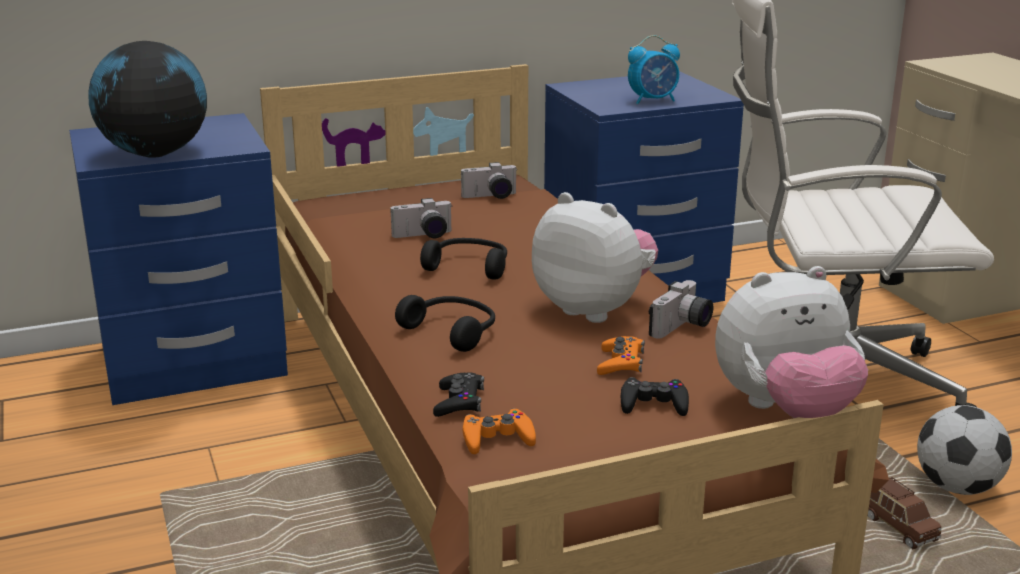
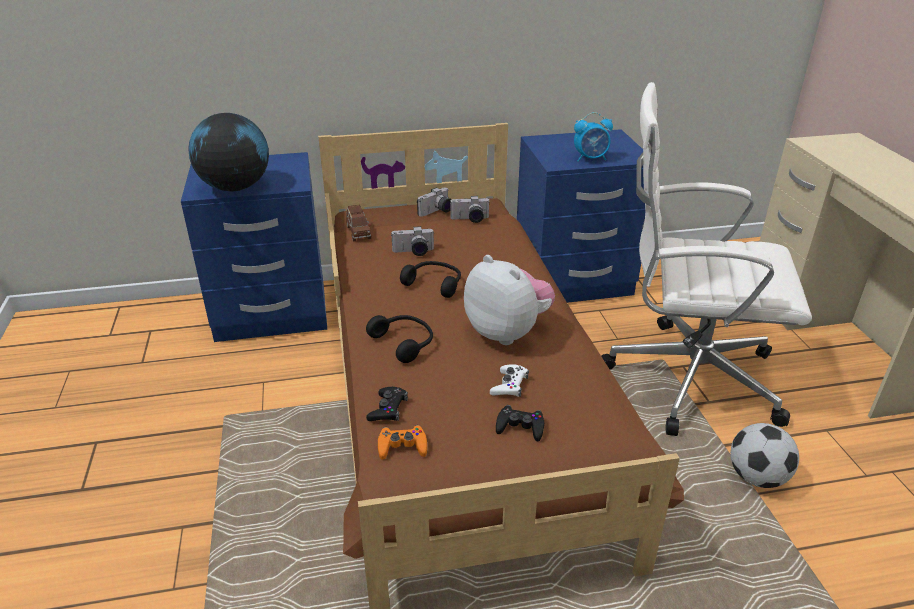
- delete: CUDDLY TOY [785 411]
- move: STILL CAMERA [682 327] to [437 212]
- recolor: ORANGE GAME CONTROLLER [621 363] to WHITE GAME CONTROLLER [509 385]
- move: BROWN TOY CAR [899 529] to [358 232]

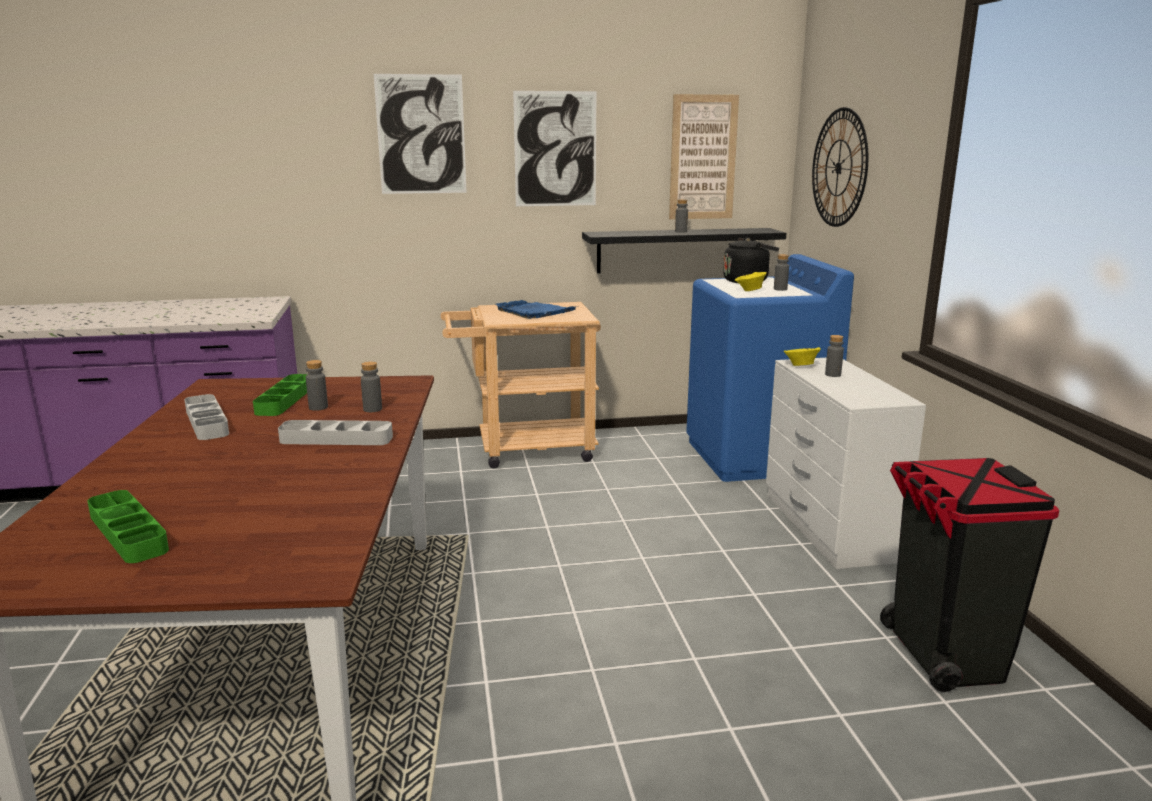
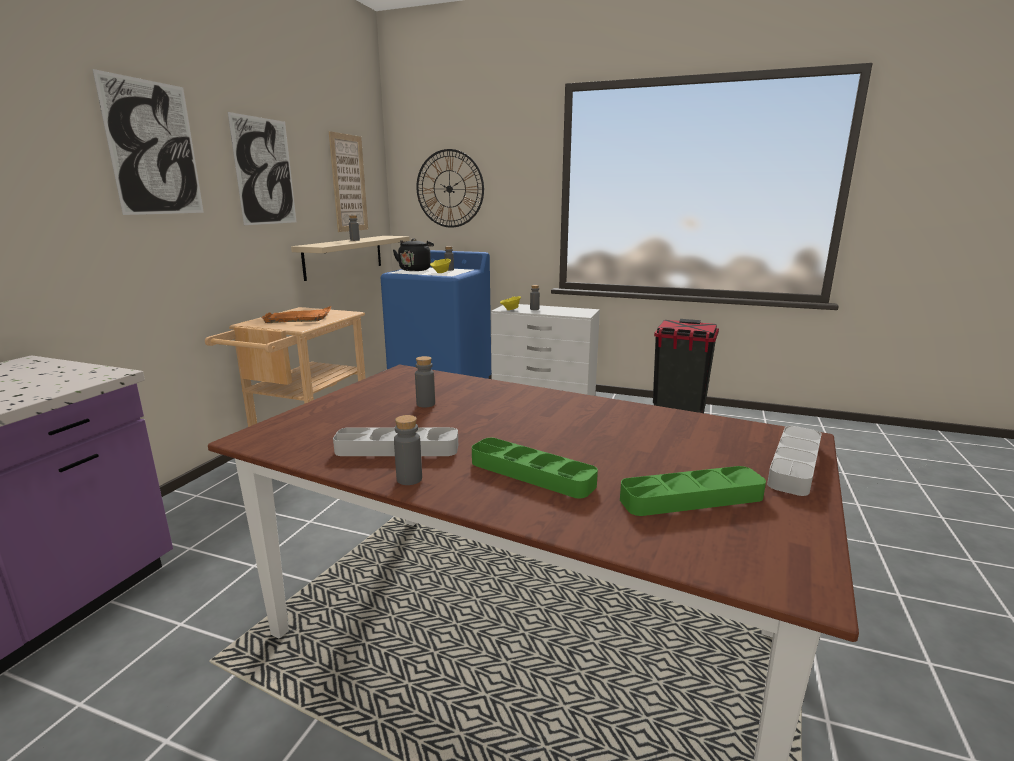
- recolor: BLACK-COLOURED BRACKET SHELF [676 250] to SAND-COLOURED BRACKET SHELF [344 256]
- recolor: BLUE-COLOURED SERVING TRAY [534 312] to ORANGE SERVING TRAY [299 318]
- move: GRAY BEVERAGE BOTTLE [372 409] to [409 479]
- move: GREEN-COLOURED SERVING TRAY [285 400] to [531 473]
- move: GRAY SERVING TRAY [336 439] to [794 465]

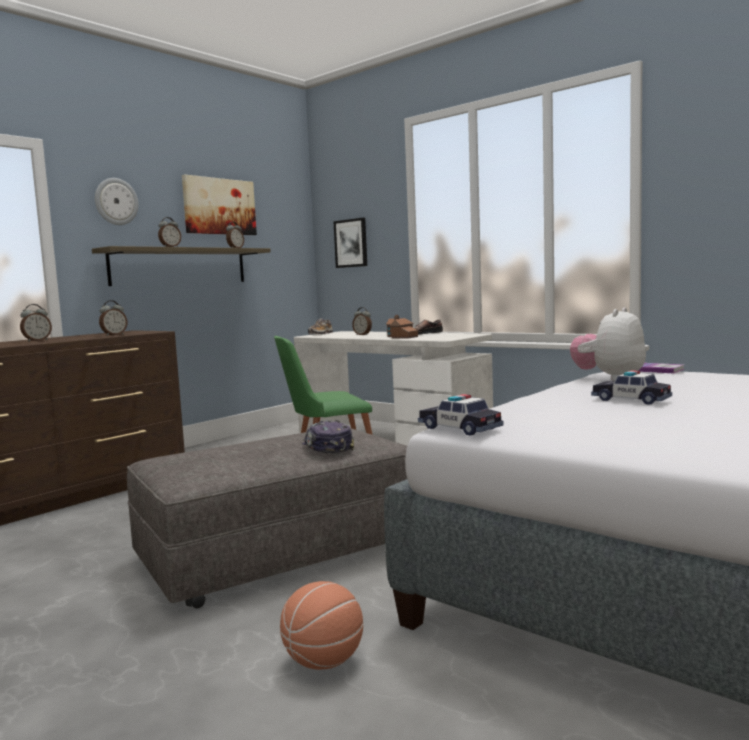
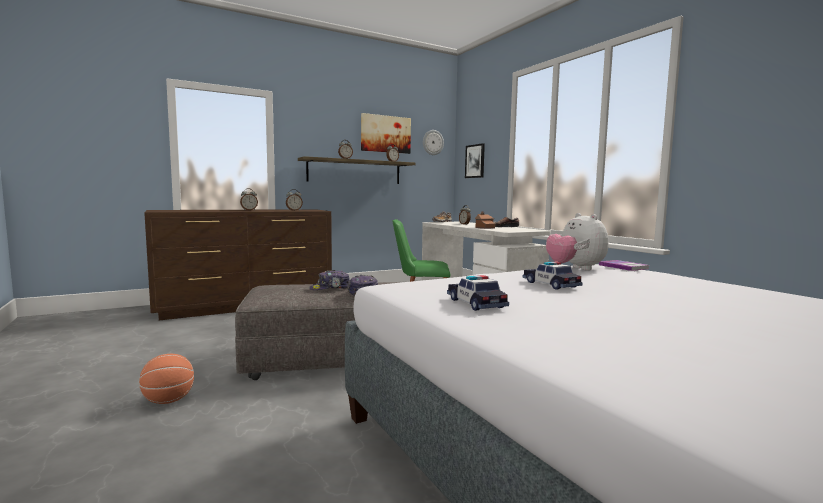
- move: HANGING CLOCK [116 201] to [432 142]
- rotate: CUDDLY TOY [609 378] = [575 269] 75 degrees counterclockwise
- move: TOY CAR [459 428] to [476 303]
- move: BASKETBALL BALL [323 662] to [168 401]
- insert: PEAKED CAP [330 288]

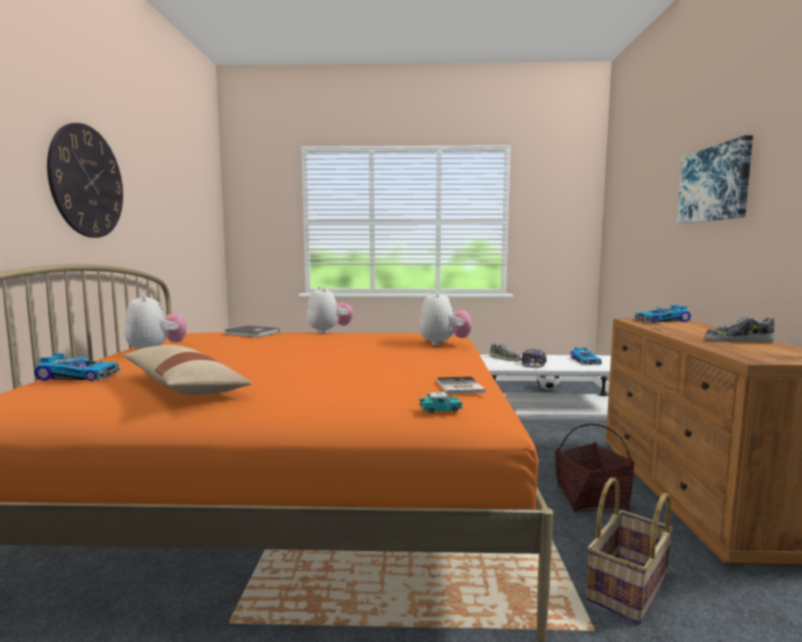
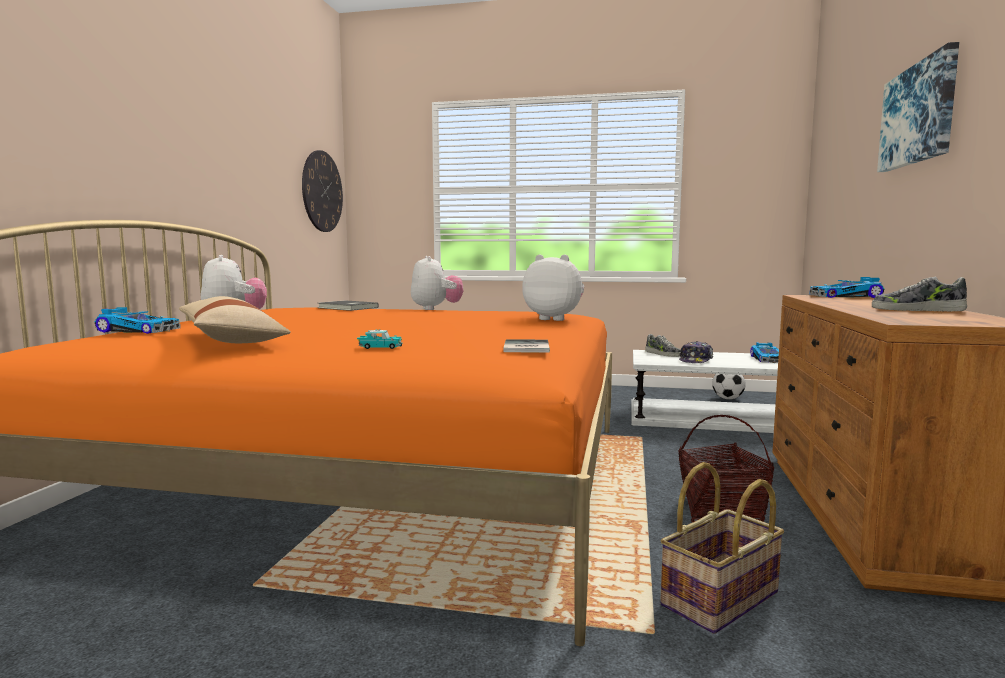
- move: HANGING CLOCK [87 182] to [322 191]
- rotate: CUDDLY TOY [444 344] = [554 319] 75 degrees counterclockwise
- move: TOY CAR [440 410] to [380 347]

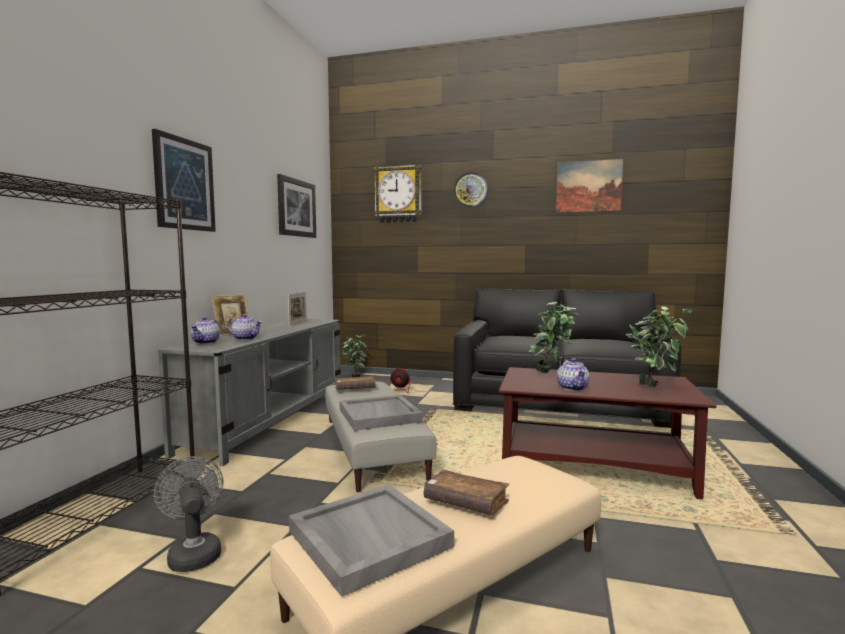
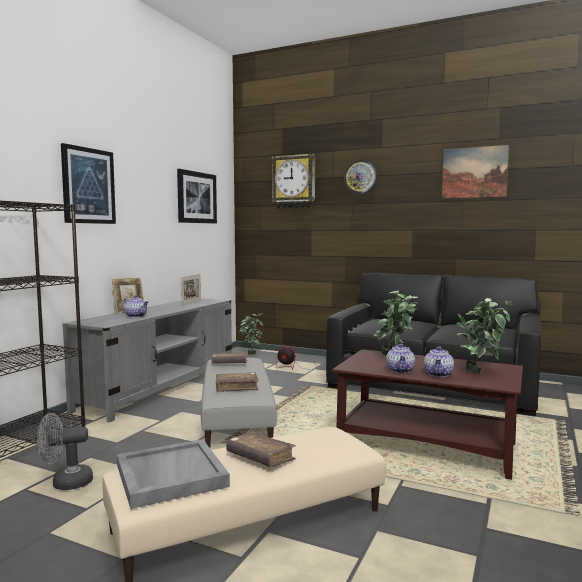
- move: TEA POT [206 342] to [438 374]
- replace: GRAY SERVING TRAY [380 415] to BROWN BOOK [236 387]
- rotate: GRAY ELECTRIC FAN [193 553] = [65 483] 90 degrees counterclockwise

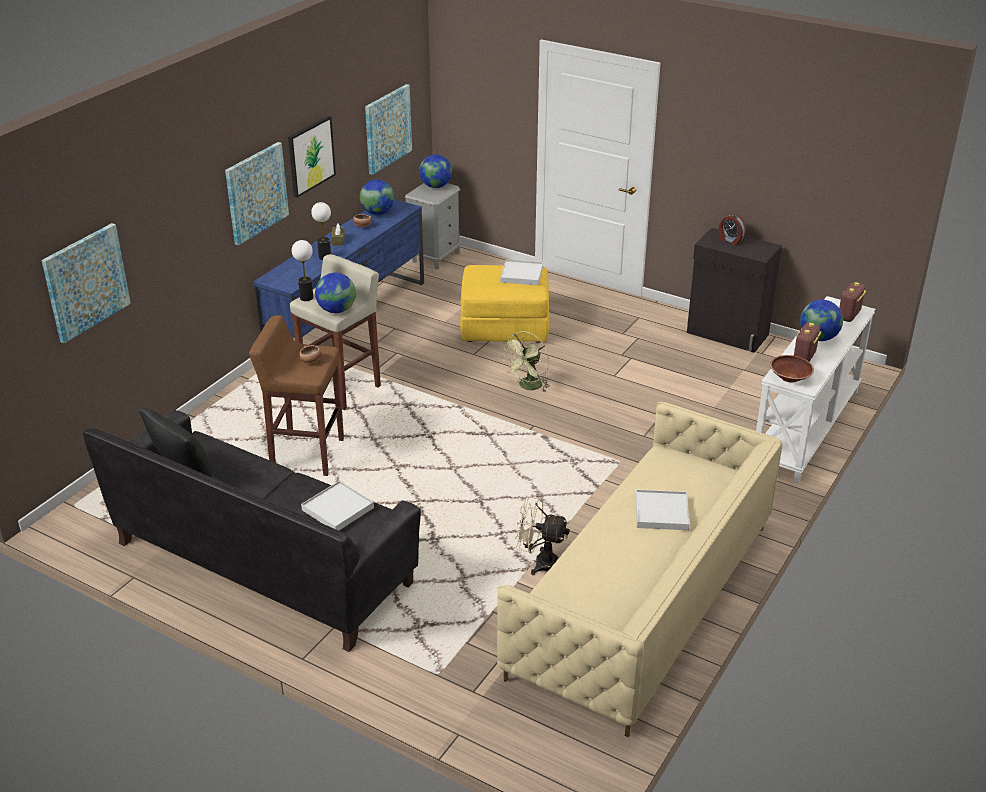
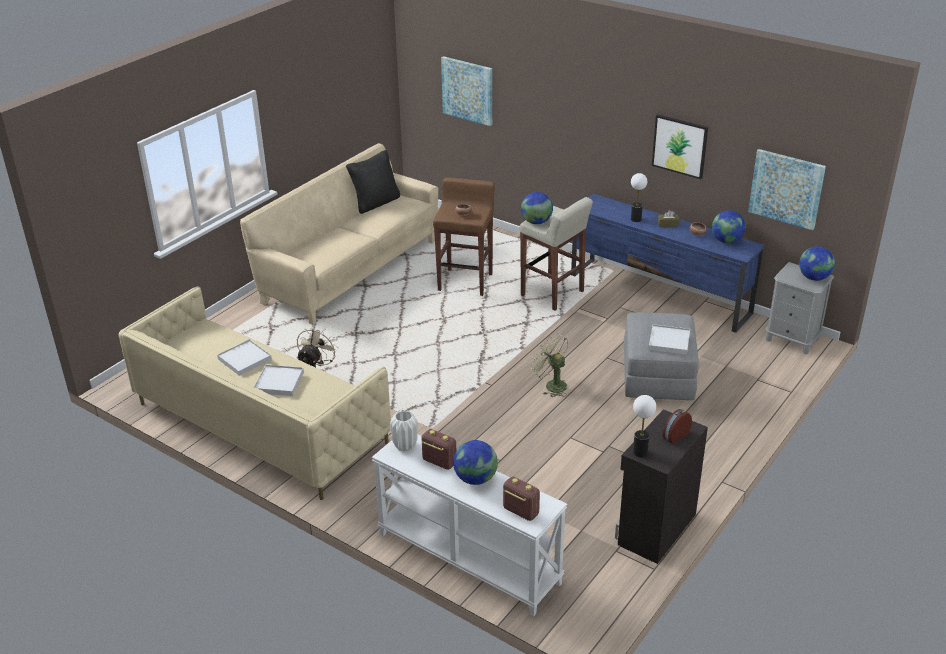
- delete: WALL ART [256 192]
- move: LAMP FOR A TABLE [306 298] to [640 452]
- recolor: YELLOWISH OTTOMAN [505 326] to GRAY OTTOMAN [658 377]
- replace: BROWN BOWL [789 377] to WHITE DECORATIVE VASE [405 446]
- recolor: BLACK-COLOURED SETTEE [263 563] to SAND-COLOURED SETTEE [350 271]
- move: WHITE SERVING TRAY [338 509] to [244 359]

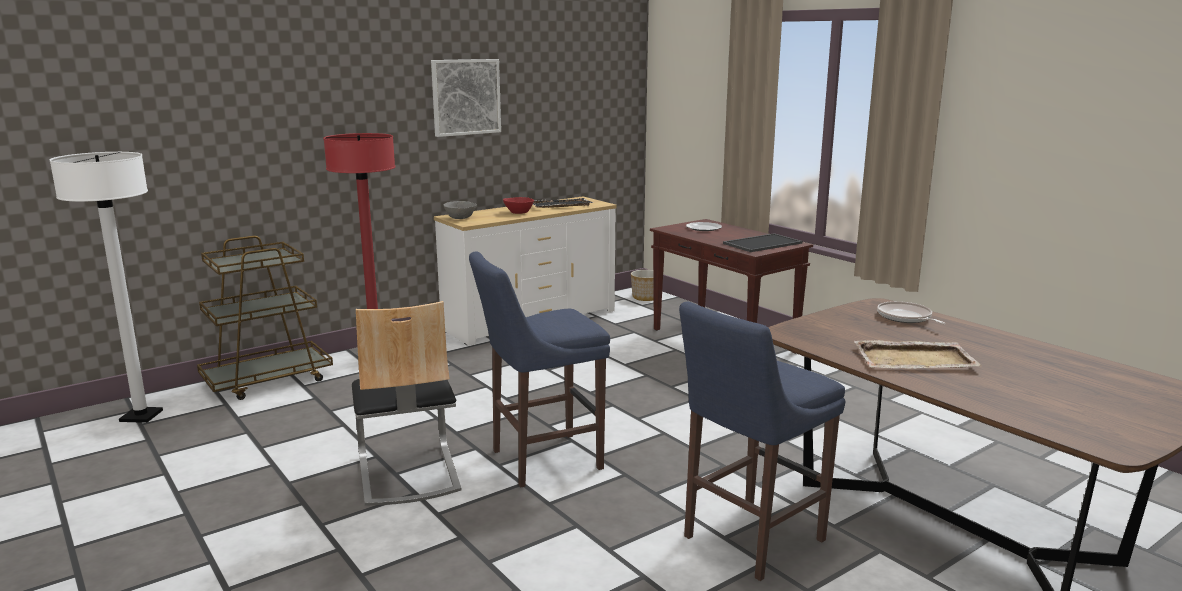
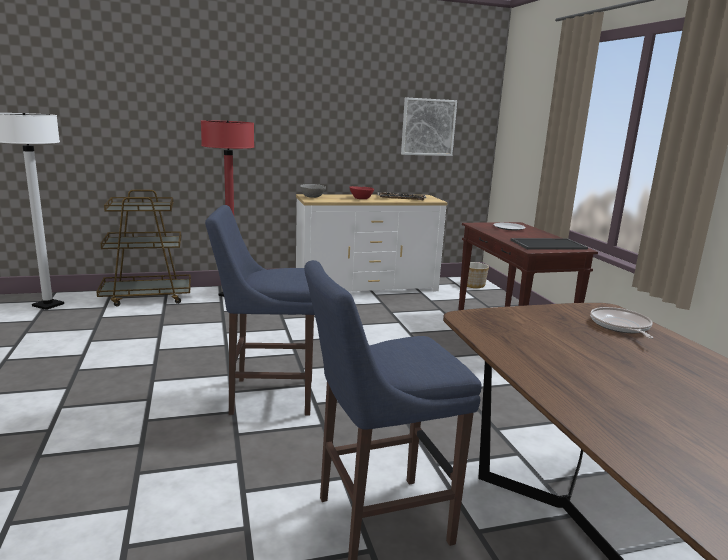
- move: WALL ART [466 97] to [428 127]
- delete: CHAIR [407 473]
- delete: SAND-COLOURED SERVING TRAY [915 359]

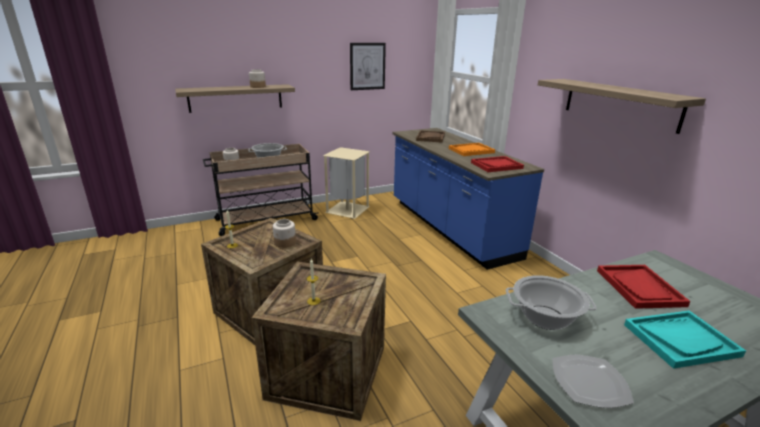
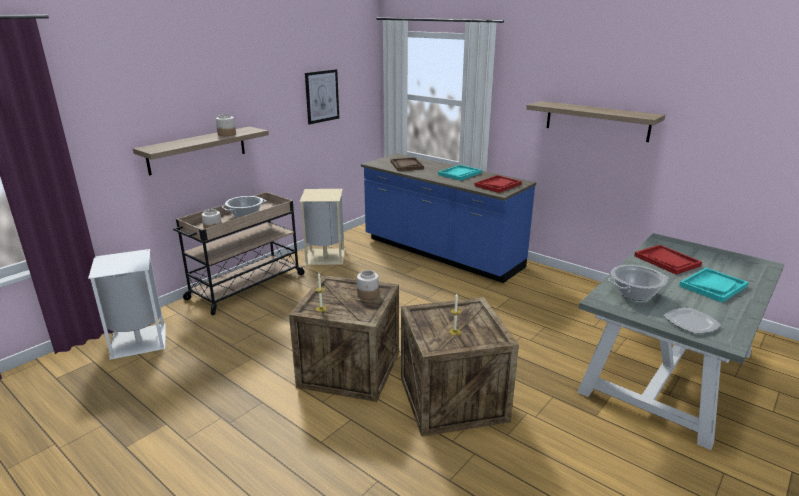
- recolor: ORANGE SERVING TRAY [471 150] to BLUE-GREEN SERVING TRAY [459 174]
- insert: WHITE TRASH CAN [137 342]

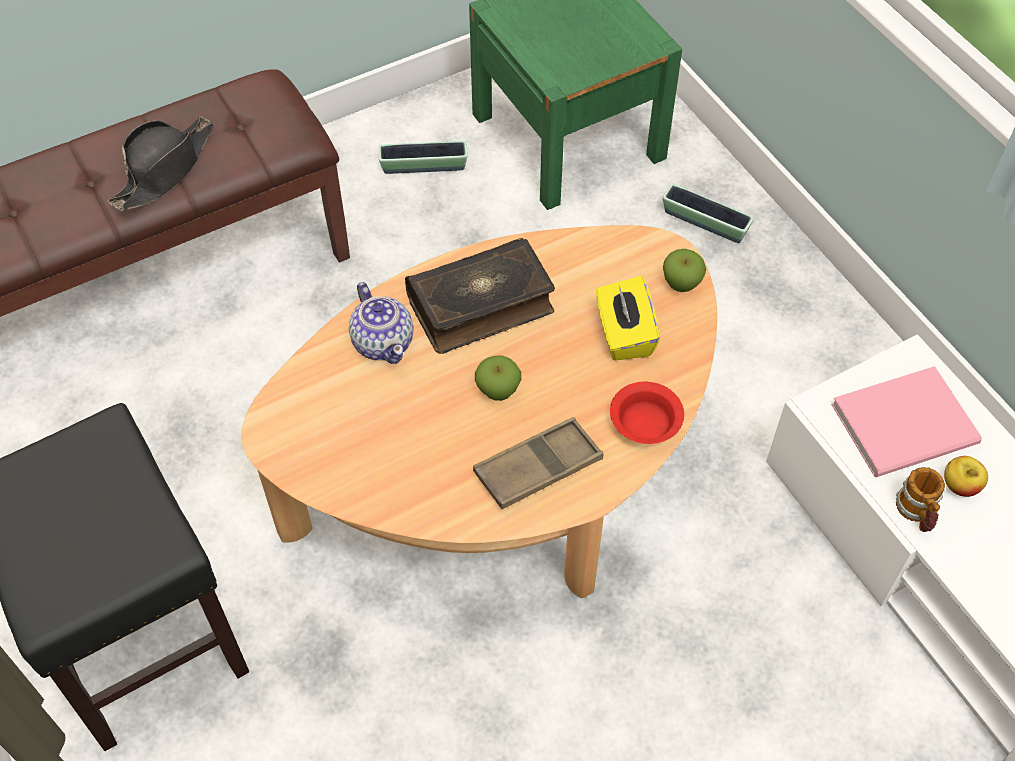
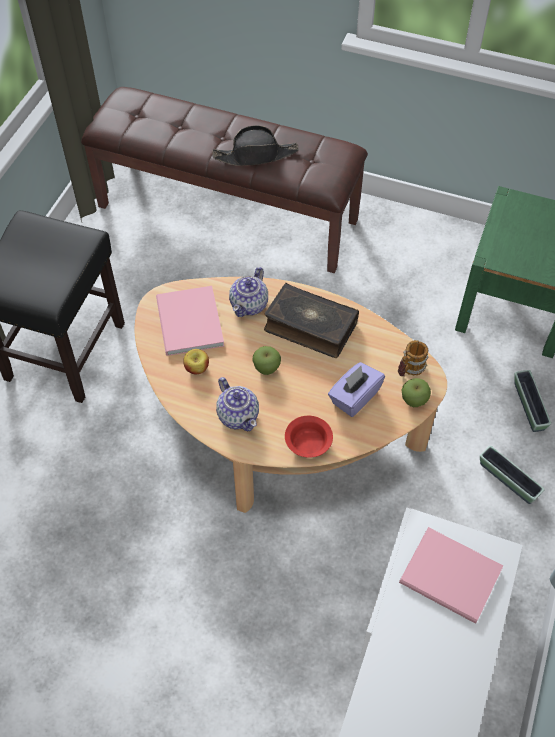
- move: PLANT POT [424 166] to [508 480]
- recolor: YELLOWISH TISSUE HOLDER [624 334] to PURPLISH TISSUE HOLDER [354 397]
- replace: BROWN SERVING TRAY [538 468] to TEA POT [238 415]
- move: APPLE [960 485] to [197 368]
- move: MUG [916 513] to [409 369]
- insert: PINK-COLOURED BOOK [188 324]

